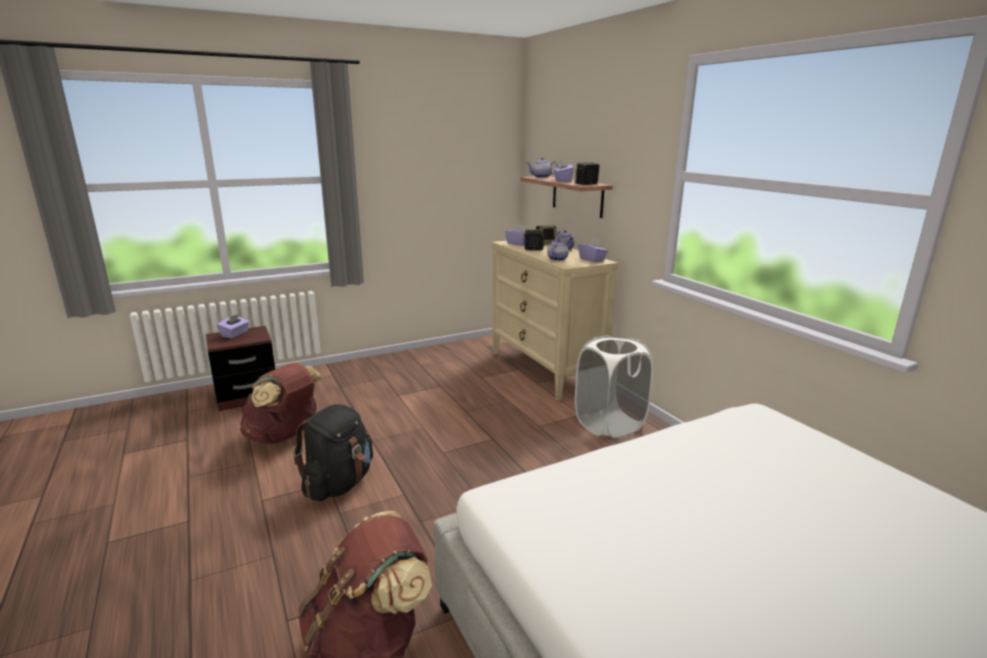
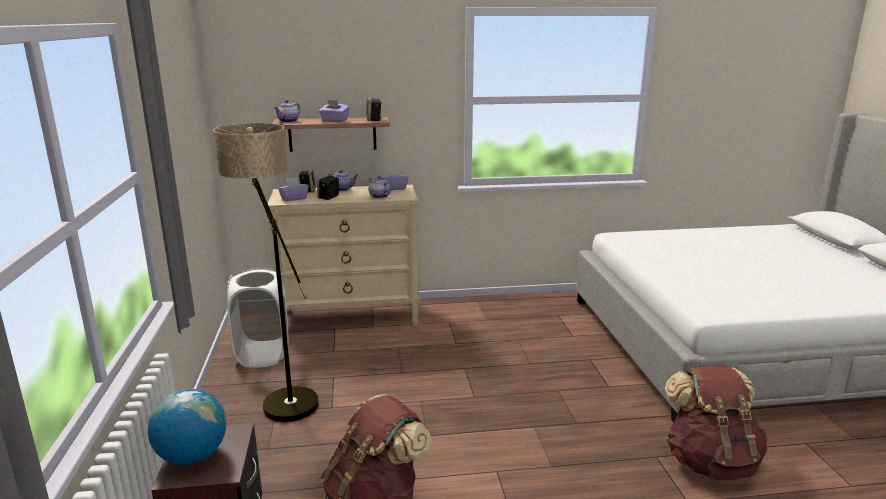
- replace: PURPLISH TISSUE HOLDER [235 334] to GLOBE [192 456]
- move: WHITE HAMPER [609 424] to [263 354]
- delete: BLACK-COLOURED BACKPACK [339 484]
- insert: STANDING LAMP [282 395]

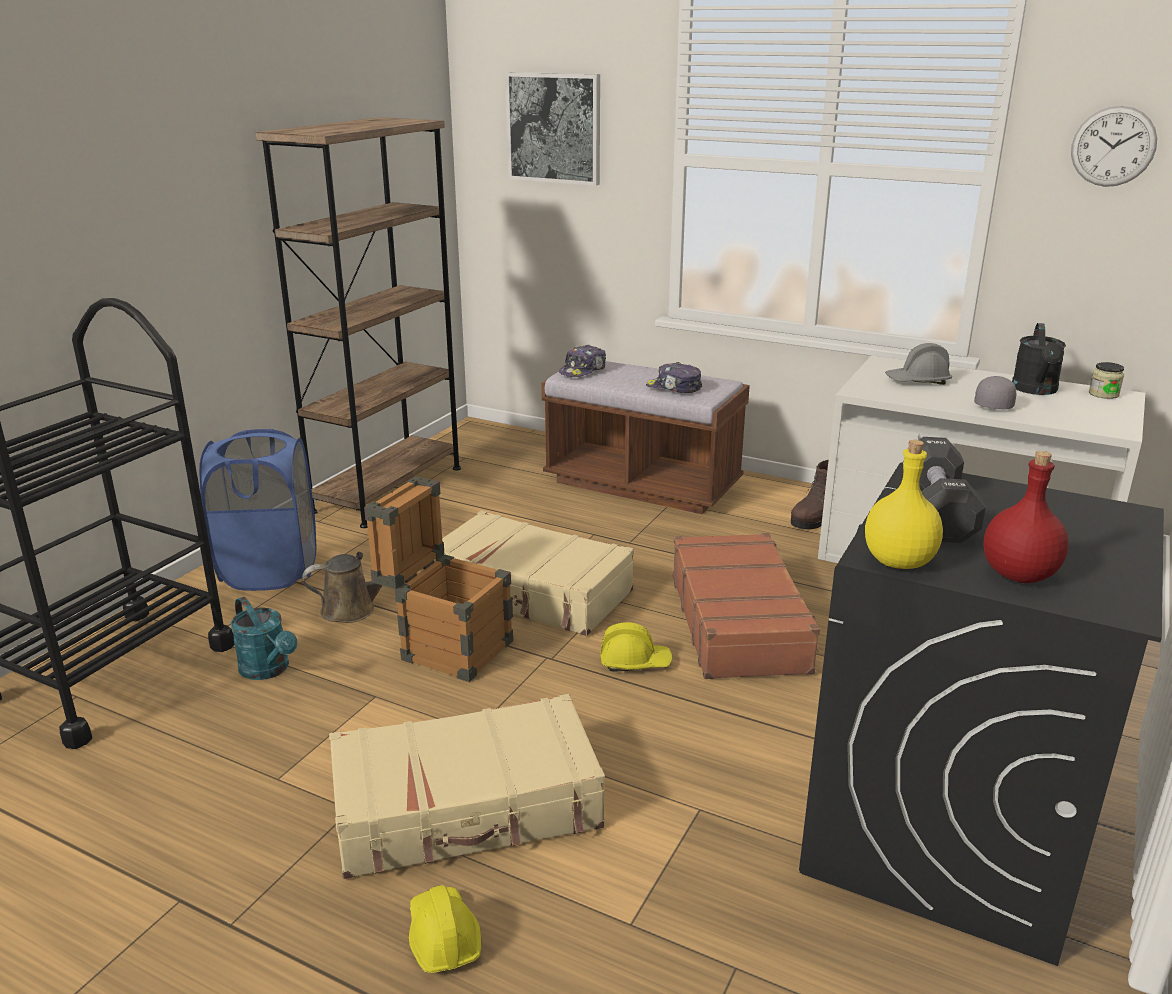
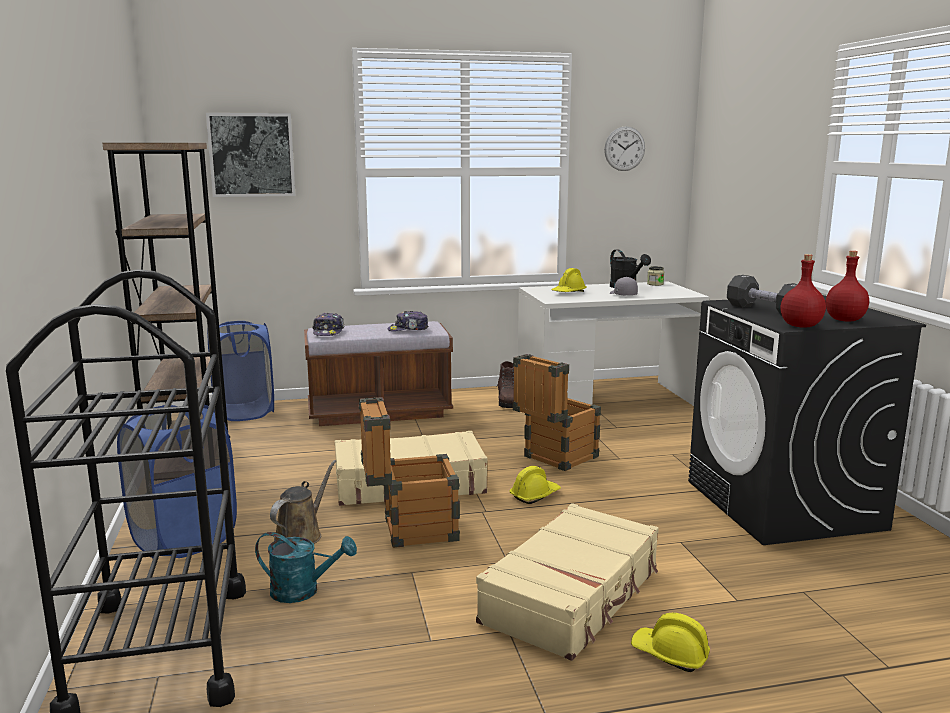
- recolor: GRAY HARD HAT [917 381] to YELLOWISH HARD HAT [568 292]
- recolor: YELLOWISH BEVERAGE BOTTLE [899 561] to RED BEVERAGE BOTTLE [800 326]
- replace: BROWN SUITCASE [739 622] to PACKING CRATE [554 459]
- insert: BLUE-COLOURED HAMPER [243 412]

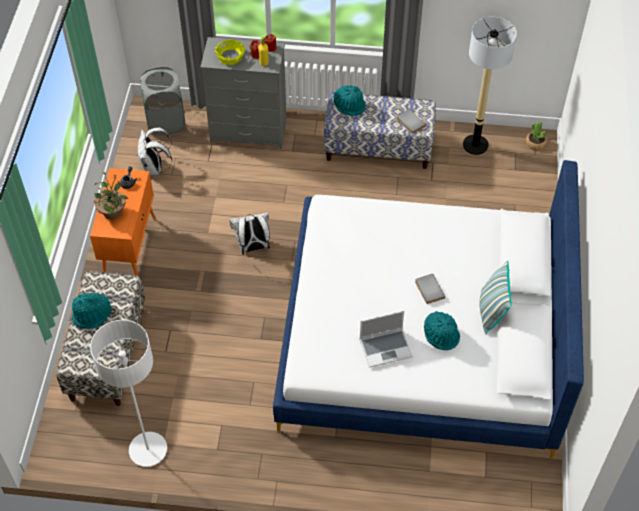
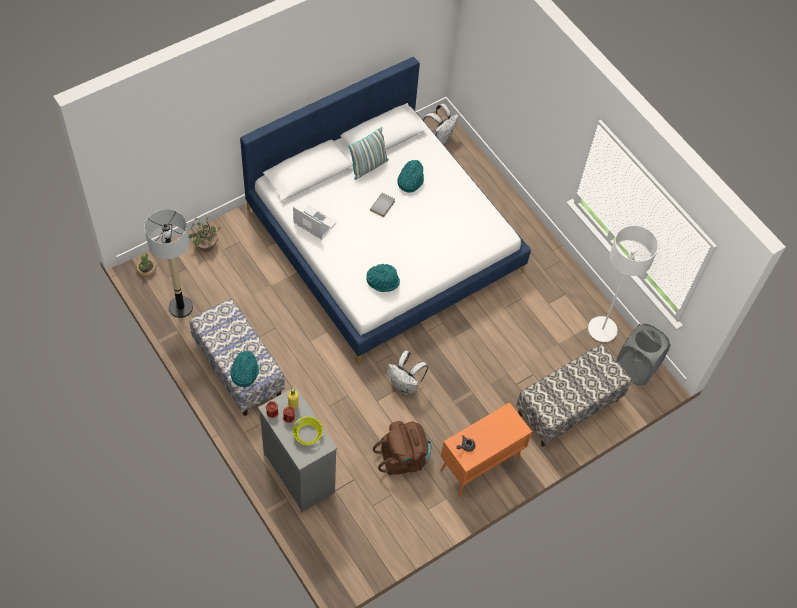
- move: GRAY HAMPER [166 122] to [635 368]
- delete: GRAY BOOK [409 122]
- move: WHITE BACKPACK [155 168] to [439 139]
- move: PLANT IN A POT [112 212] to [205 245]
- move: BLUE-GREEN CLOTHING HAT [92 315] to [383 281]
- move: NOTEBOOK COMPUTER [386 348] to [314 223]
- insert: BROWN BACKPACK [403 458]

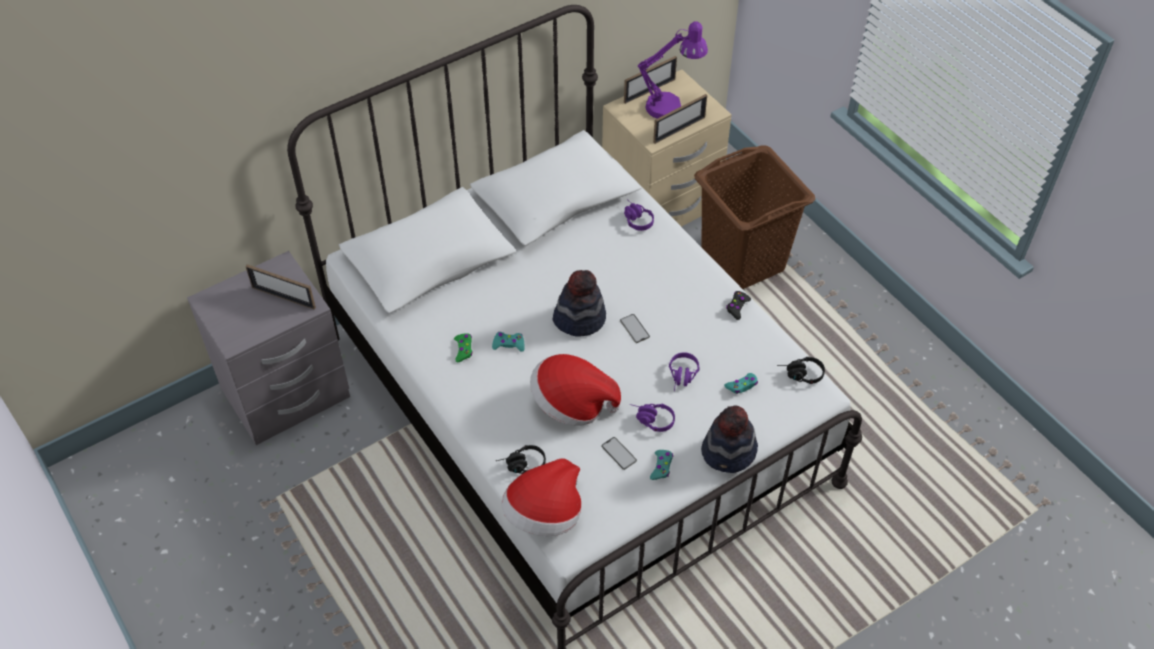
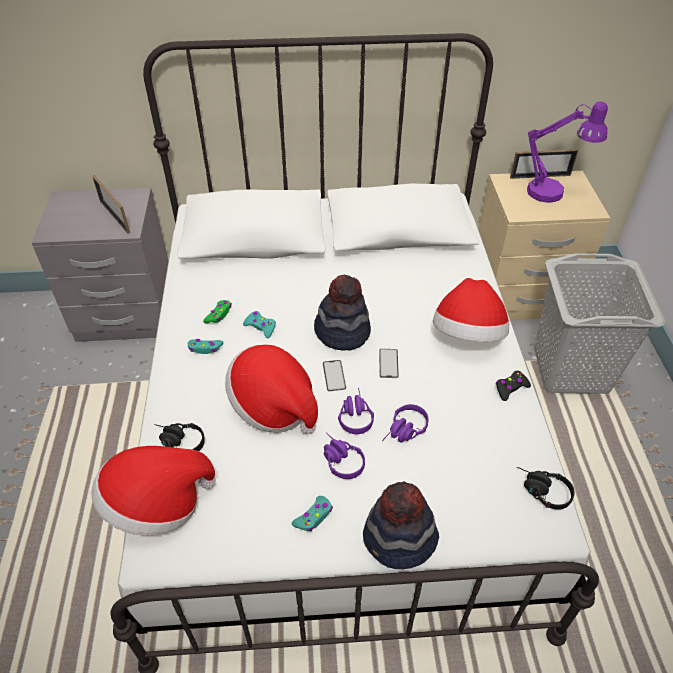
- delete: PICTURE FRAME [679 130]
- recolor: BROWN HAMPER [743 260] to GRAY HAMPER [571 368]
- move: PURPLISH HEADPHONES [635 219] to [354 415]
- move: BLUE-GREEN GAME CONTROLLER [742 386] to [205 348]
- move: HANDSET [619 453] to [334 375]
- insert: CLOTHING HAT [468 335]

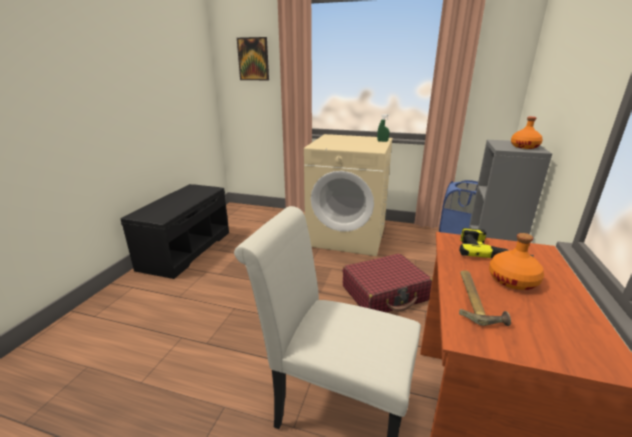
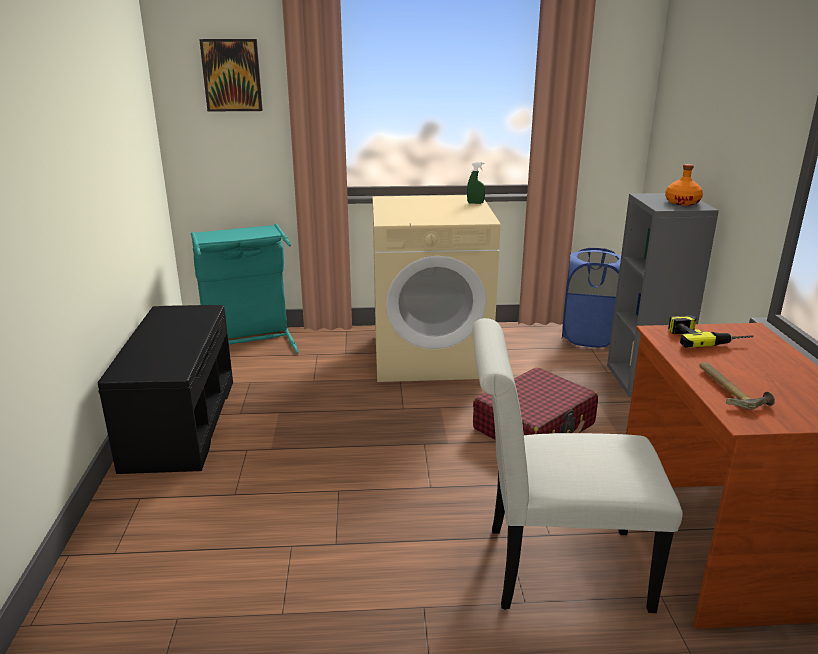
- delete: ORANGE BEVERAGE BOTTLE [513 280]
- insert: BLUE-GREEN HAMPER [249 342]

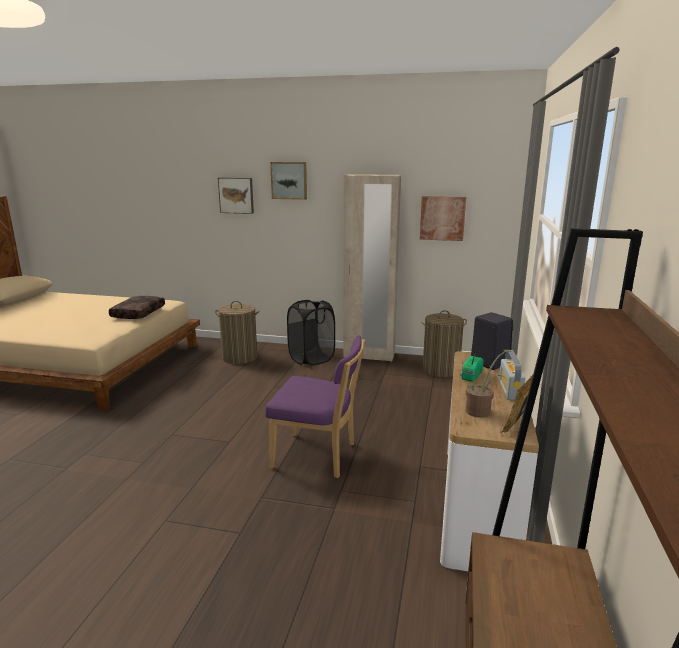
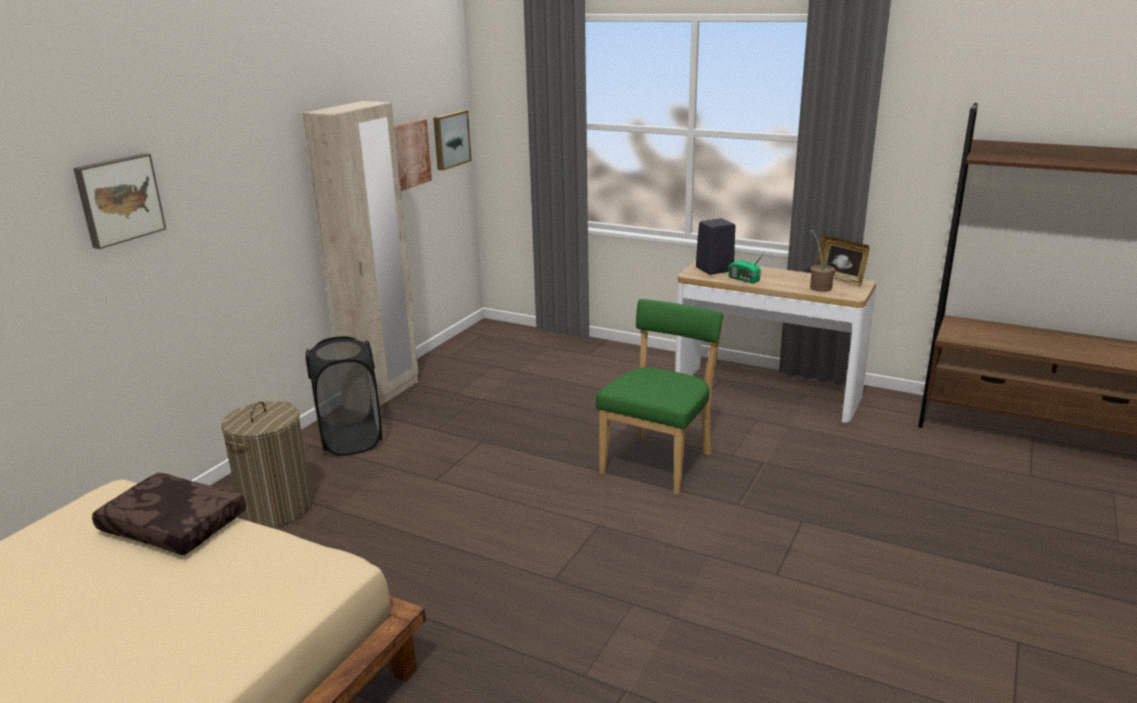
- move: WALL ART [289 180] to [450 139]
- delete: HAMPER [441 370]
- recolor: PURPLISH CHAIR [318 456] to GREEN-COLOURED CHAIR [659 461]
- delete: RADIO SET [510 390]

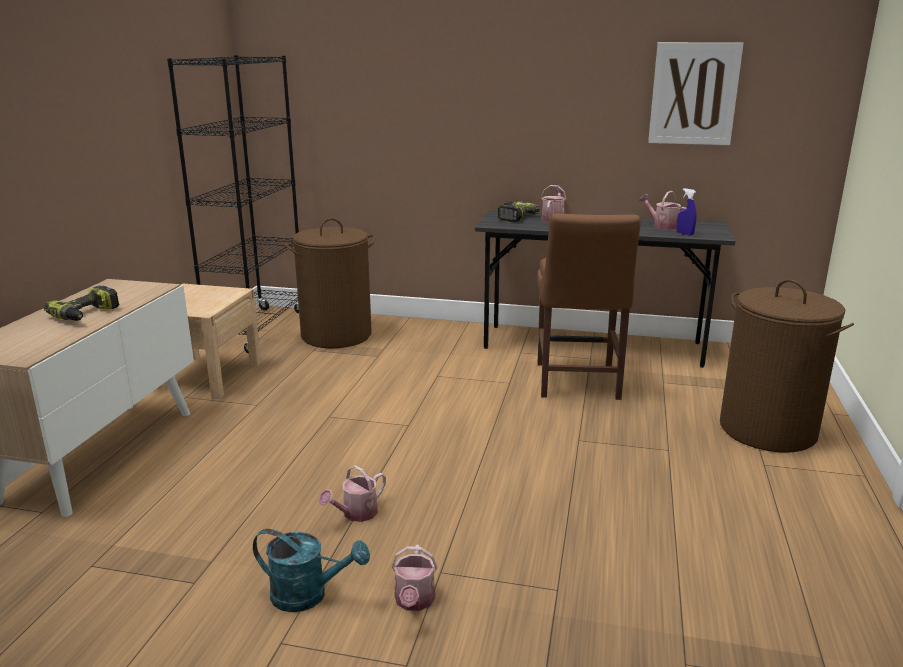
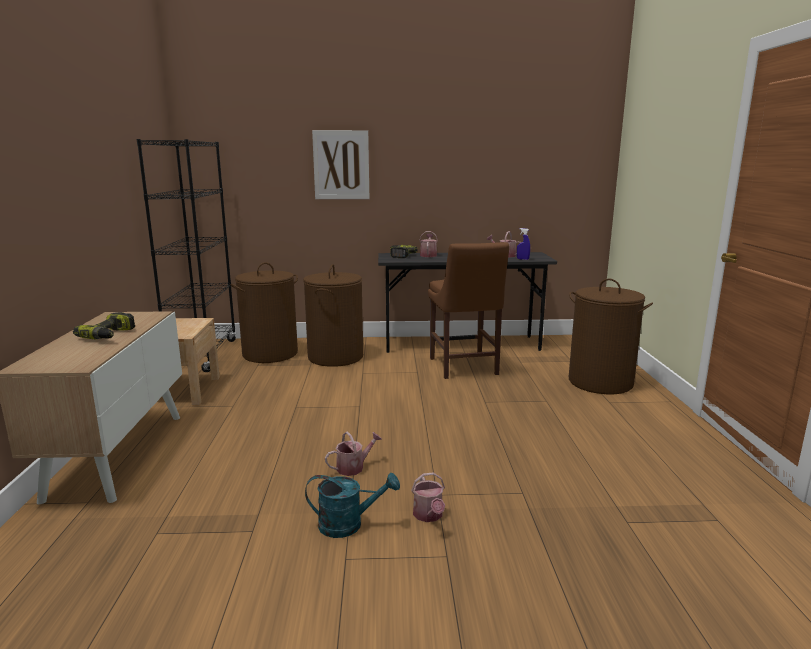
- move: WALL ART [694 94] to [341 165]
- rotate: WATERING CAN [356 514] = [353 467] 150 degrees counterclockwise
- insert: BROWN HAMPER [335 357]

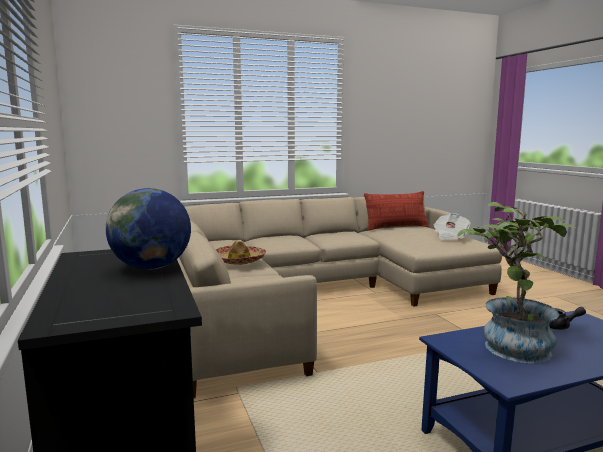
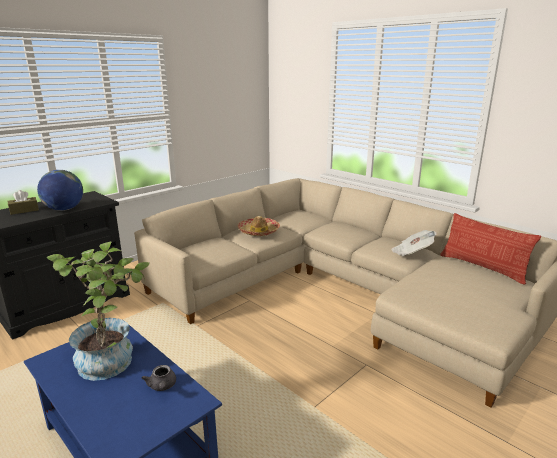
- move: DAILY PAPER [450 236] to [412 253]
- insert: BROWN TISSUE HOLDER [24 210]

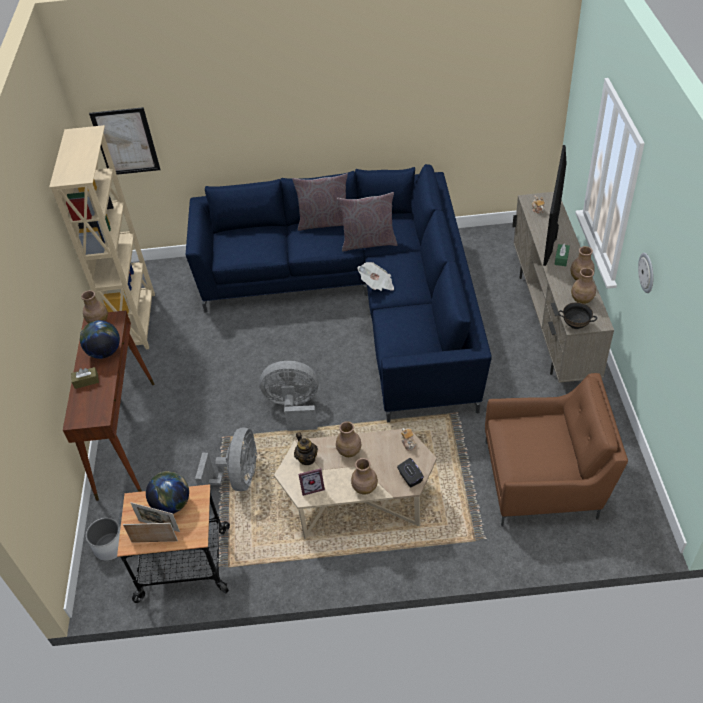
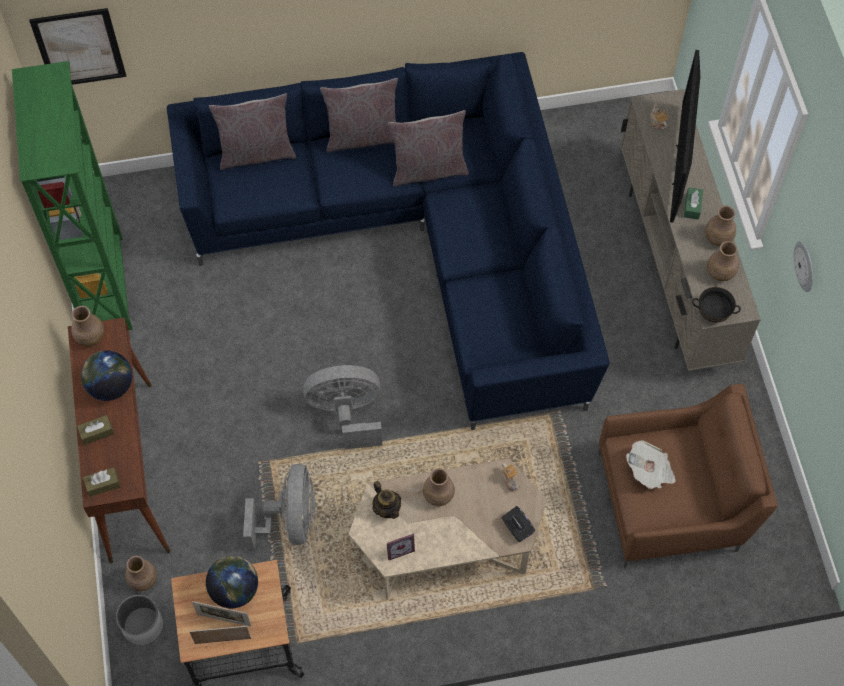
- recolor: SAND-COLOURED SHELVING UNIT [137 322] to GREEN-COLOURED SHELVING UNIT [105 285]
- move: DAILY PAPER [377 284] to [649 471]
- move: BROWN DECORATIVE VASE [364 488] to [143 580]
- insert: GRAY PILLOW [256 153]
- insert: BROWN TISSUE HOLDER [103 484]

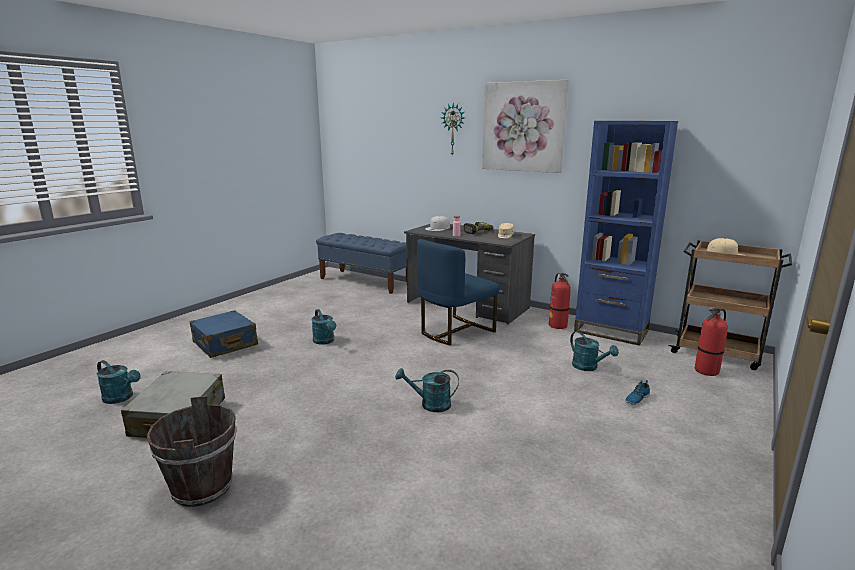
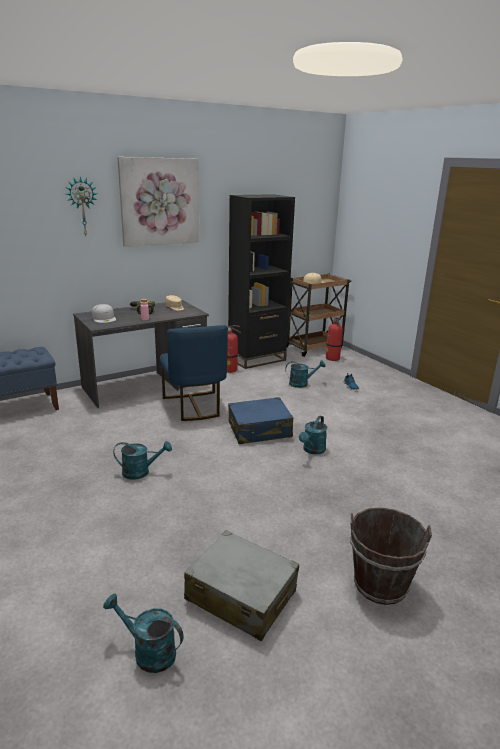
- recolor: BLUE-COLOURED SHELVING UNIT [611 331] to BLACK-COLOURED SHELVING UNIT [257 359]
- move: BLUE-COLOURED SUITCASE [225 344] to [260 430]
- rotate: BLUE-GREEN WATERING CAN [121 398] = [148 652] 120 degrees counterclockwise

